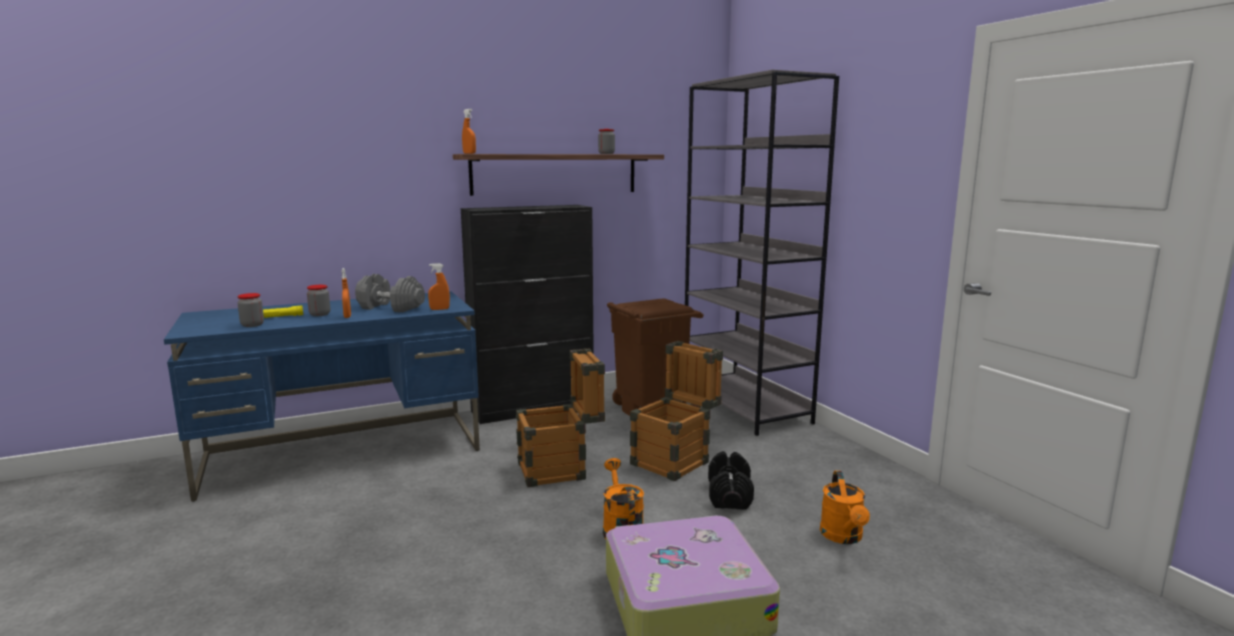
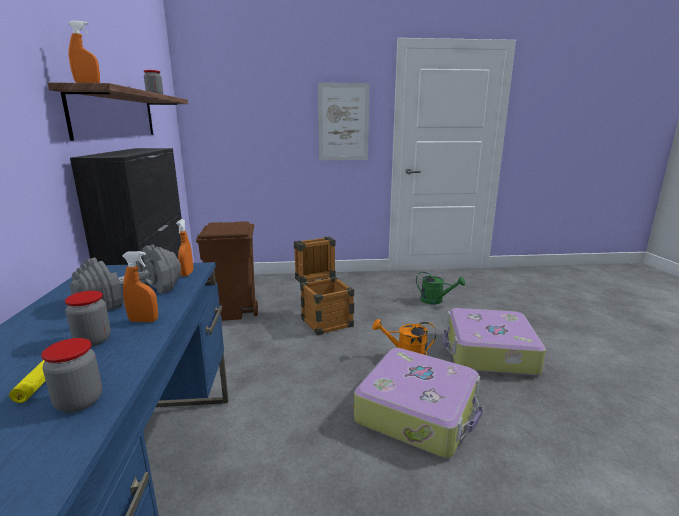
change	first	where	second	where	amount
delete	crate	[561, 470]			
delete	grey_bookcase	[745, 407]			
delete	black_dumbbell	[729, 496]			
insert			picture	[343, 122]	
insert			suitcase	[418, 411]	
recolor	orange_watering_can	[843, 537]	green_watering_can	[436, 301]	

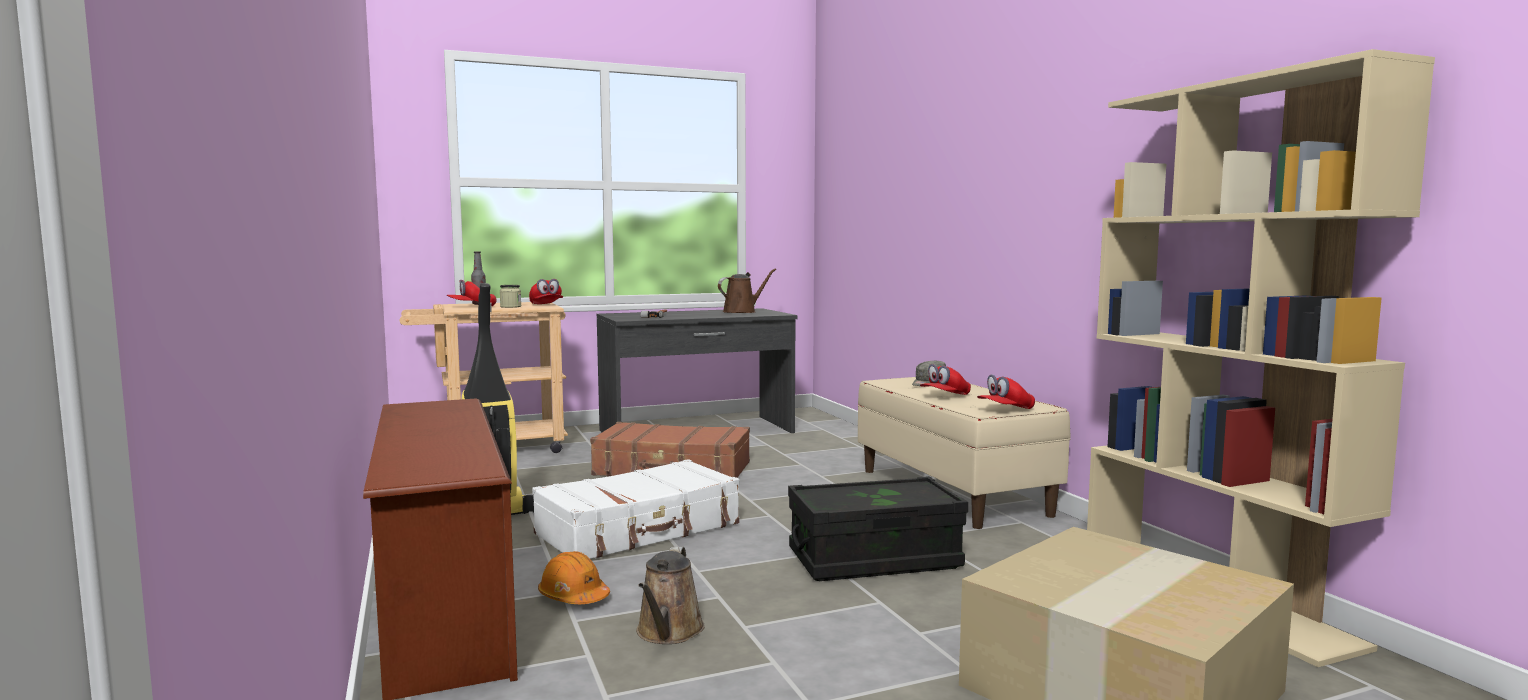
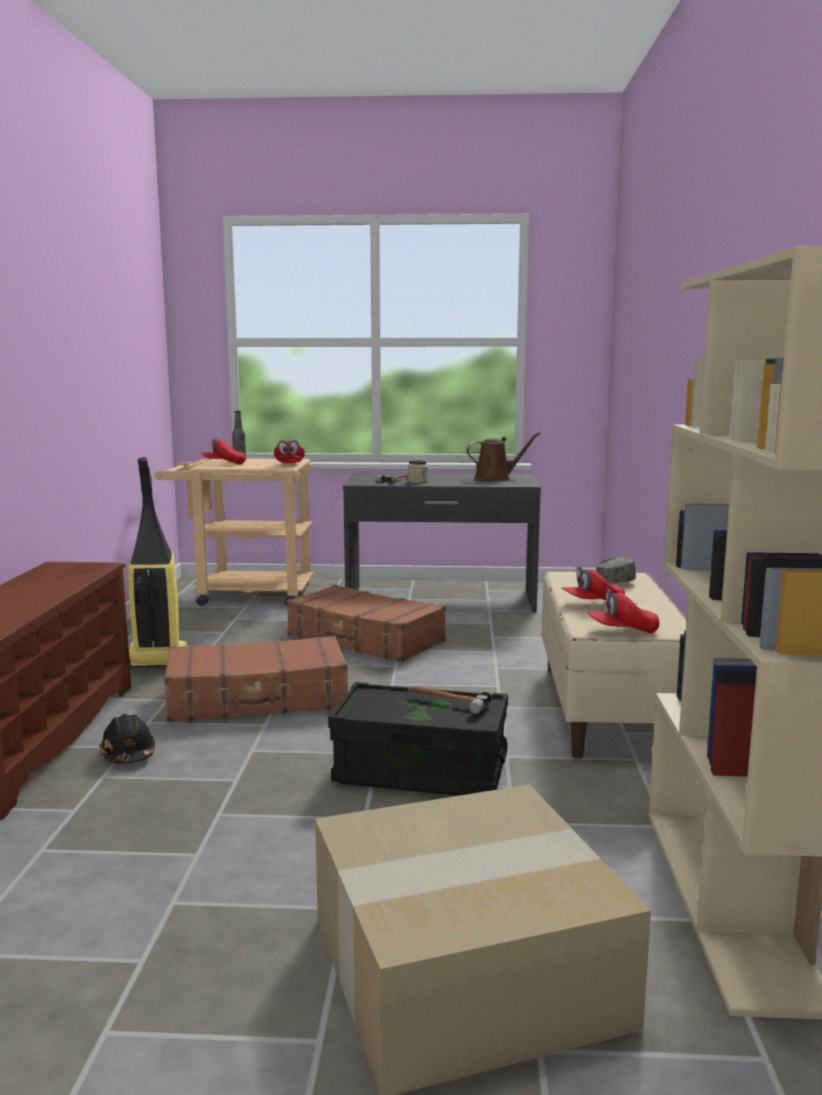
change	first	where	second	where	amount
delete	brown_watering_can	[668, 632]			
insert			hammer	[446, 701]	
move	jar	[510, 306]		[417, 481]	
recolor	white_suitcase	[639, 530]	brown_suitcase	[258, 699]	
recolor	orange_hard_hat	[573, 597]	black_hard_hat	[128, 754]	

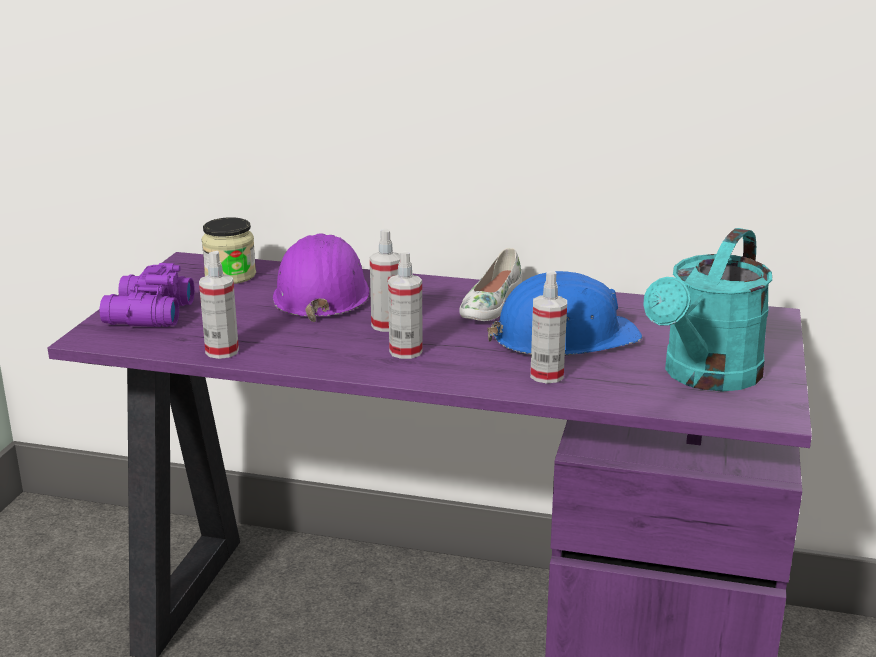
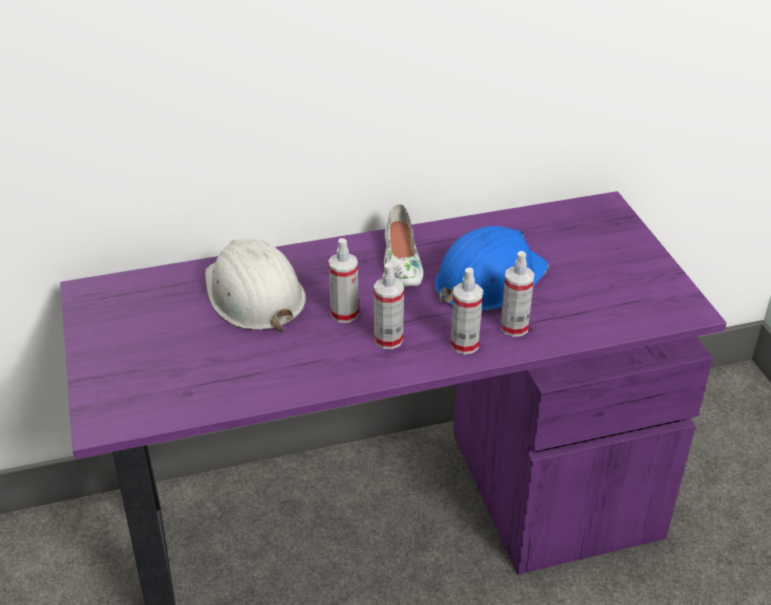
change	first	where	second	where	amount
delete	purple_binoculars	[147, 314]			
delete	jar	[230, 275]			
delete	turquoise_watering_can	[705, 377]			
move	spray_bottle	[222, 351]		[464, 344]	
recolor	purple_hard_hat	[321, 294]	white_hard_hat	[253, 295]	

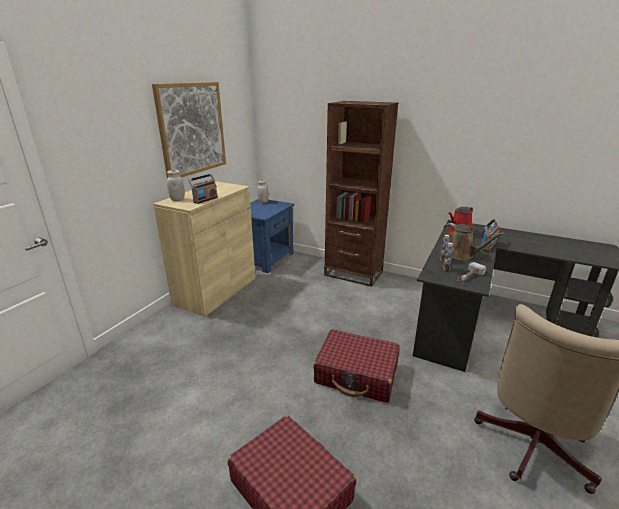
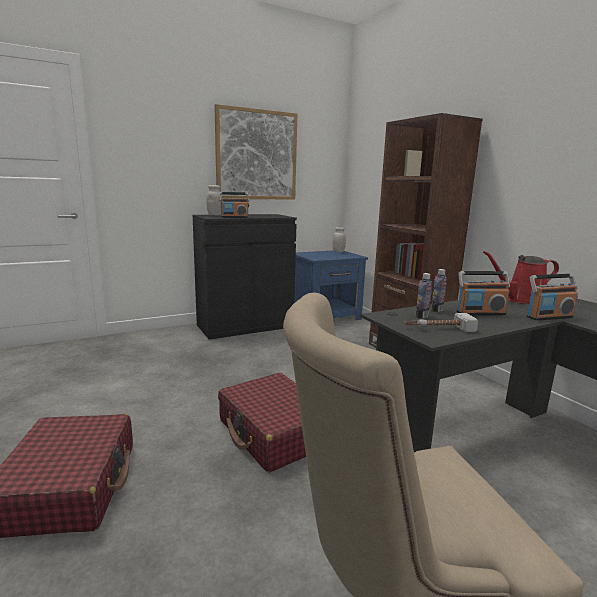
change	first	where	second	where	amount
replace	brown_watering_can	[462, 254]	radio	[480, 313]	
recolor	beige_cabinet	[216, 291]	black_cabinet	[245, 326]	

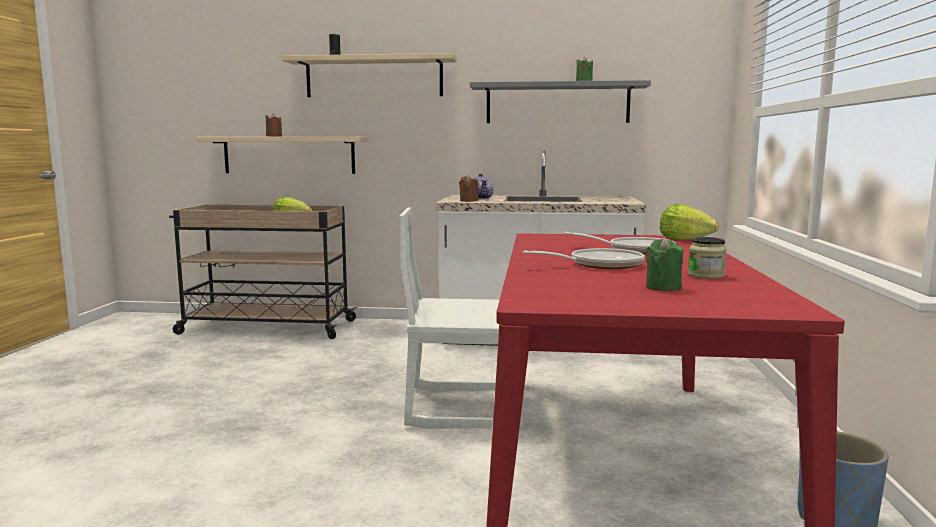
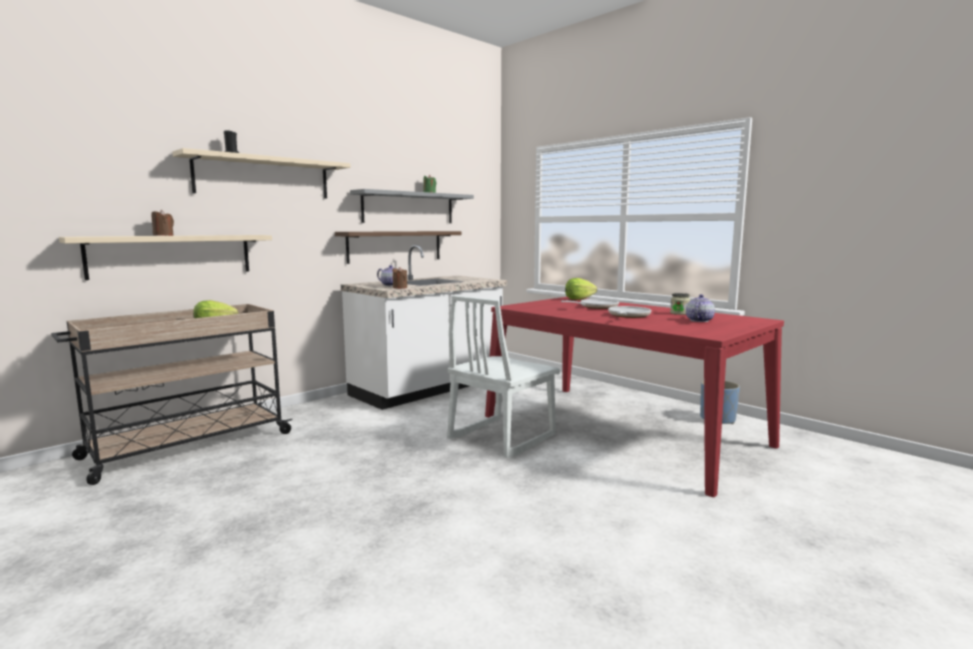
change	first	where	second	where	amount
insert			brown_shelf	[395, 246]	
replace	green_candle	[663, 287]	teapot	[699, 320]	

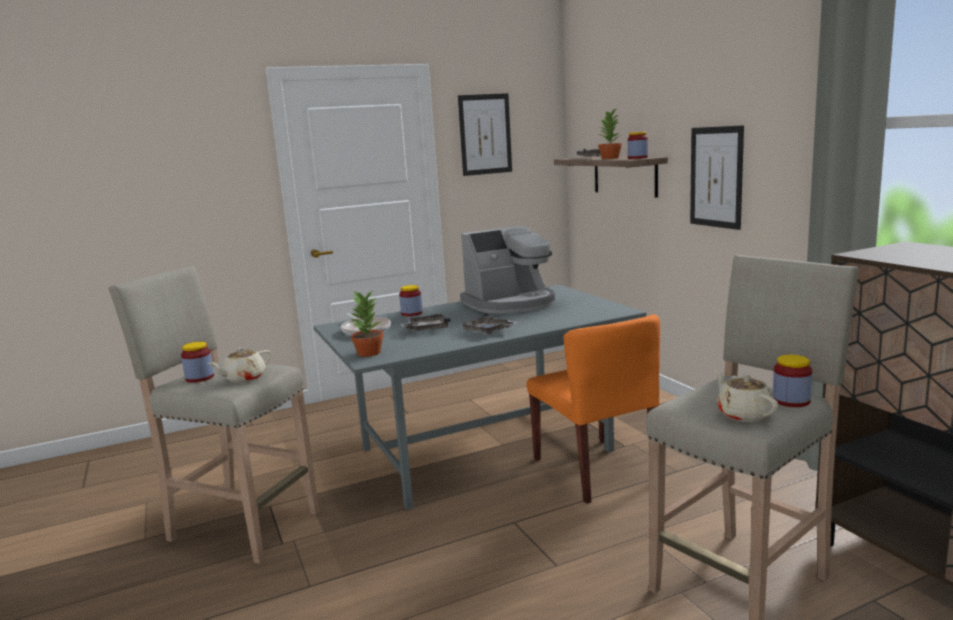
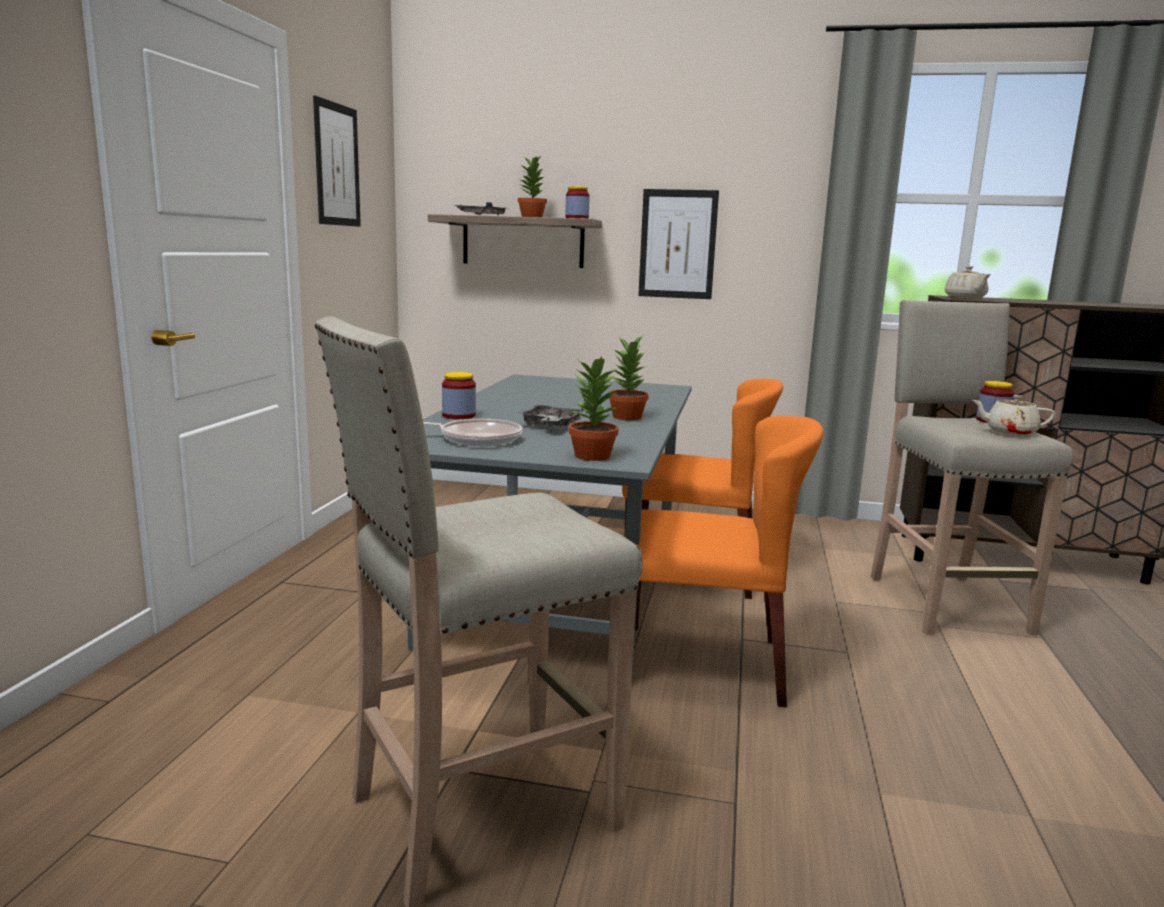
change	first	where	second	where	amount
delete	jar	[200, 378]			
delete	coffee_machine	[510, 303]			
insert			orange_chair	[703, 663]	
move	beige_teapot	[244, 378]		[965, 298]	
replace	grey_tray	[488, 331]	potted_plant	[627, 417]	

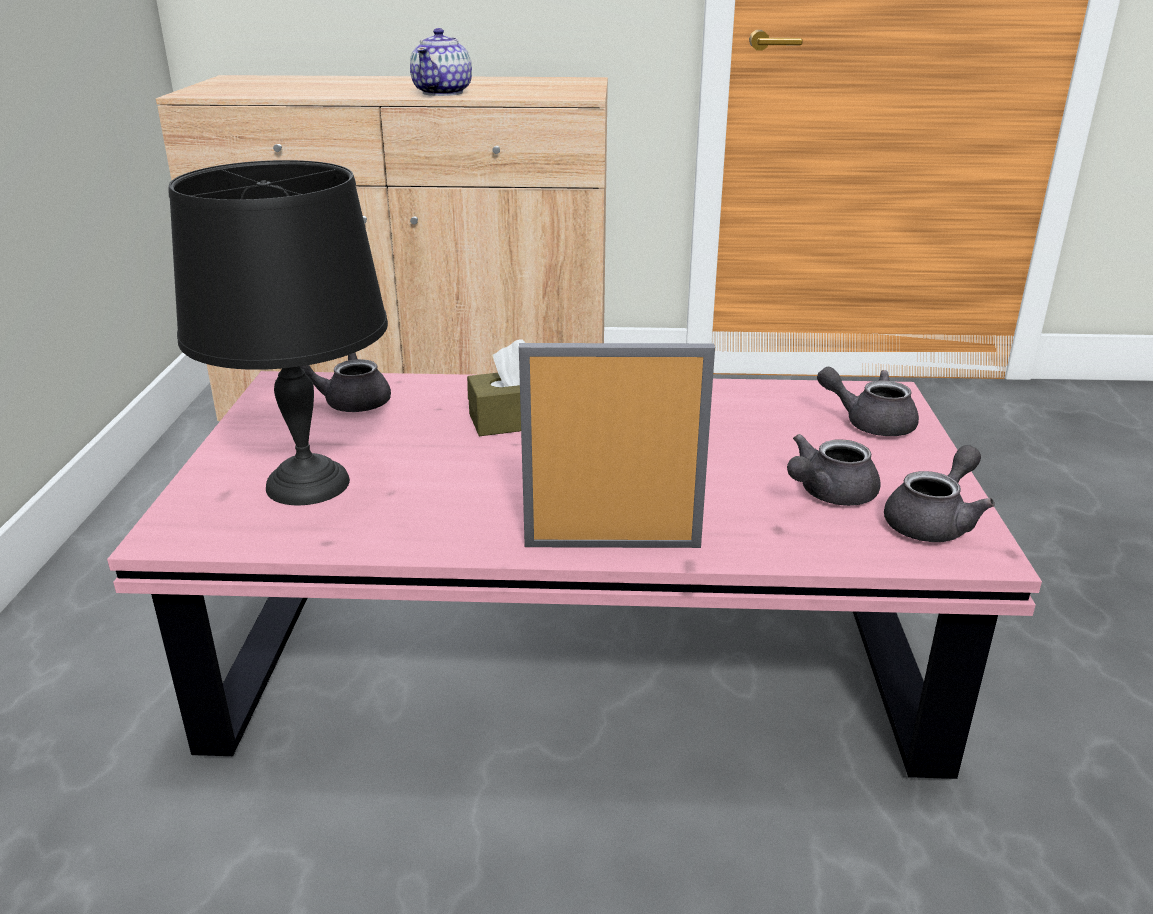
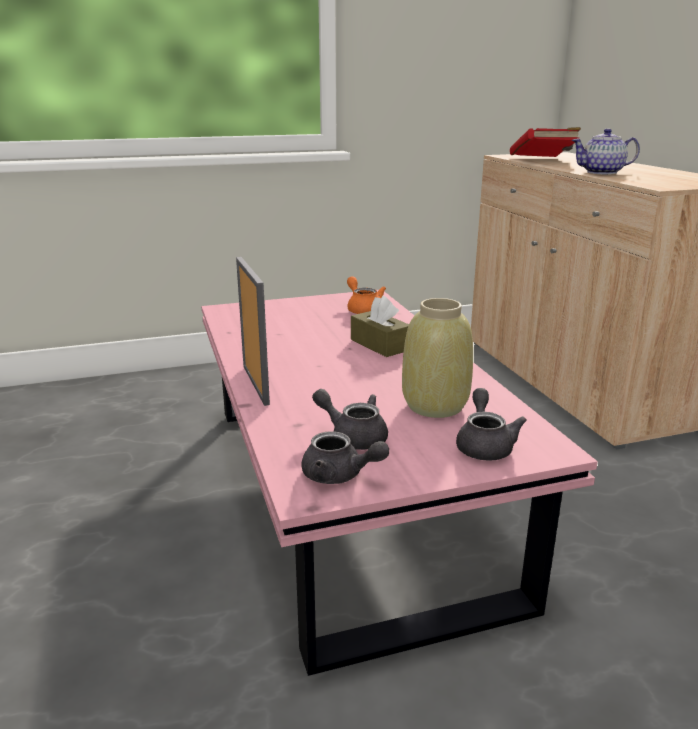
change	first	where	second	where	amount
delete	black_table_lamp	[310, 483]			
insert			beige_vase	[434, 405]	
insert			red_book	[543, 160]	
recolor	grey_teapot	[348, 402]	orange_teapot	[363, 309]	

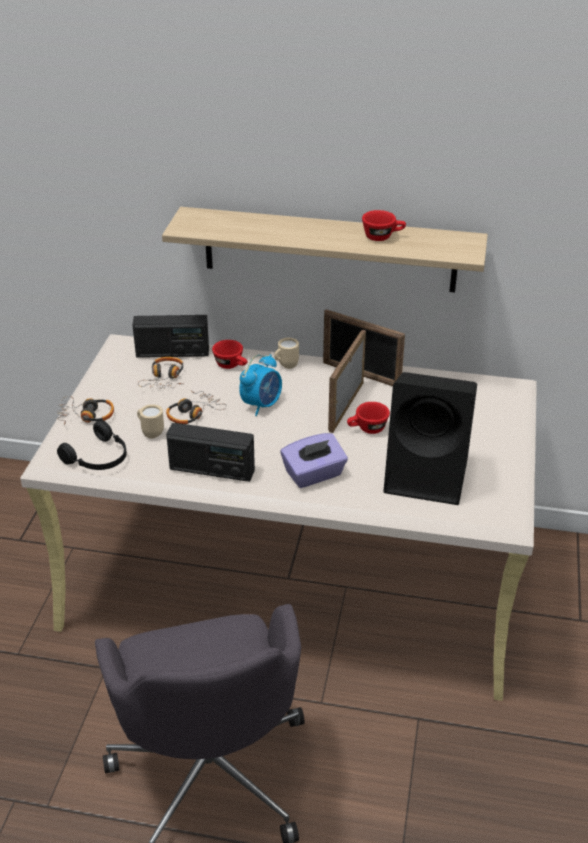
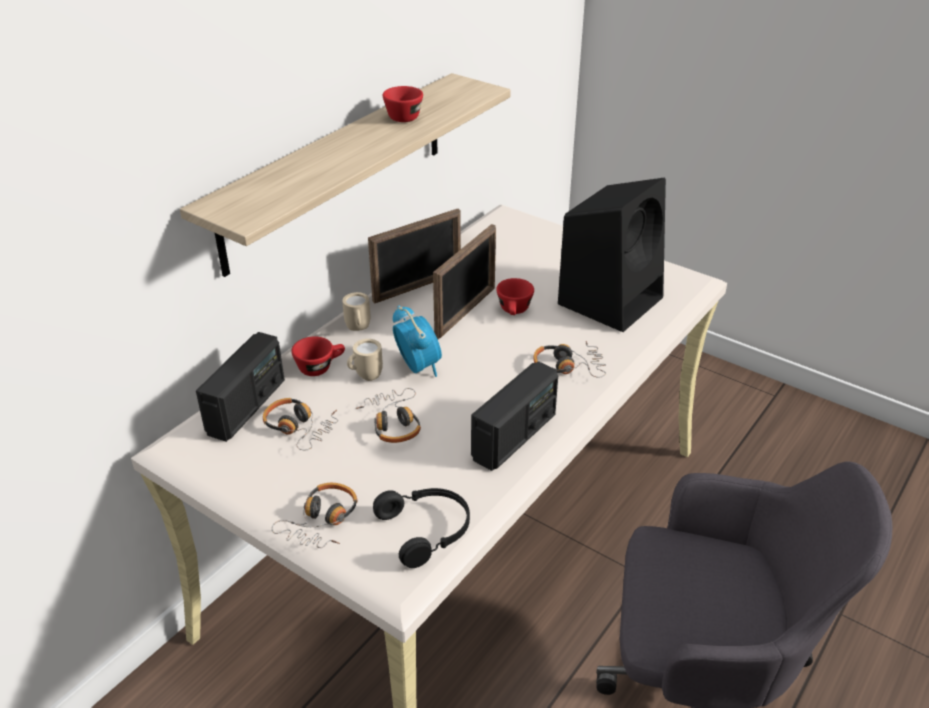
change	first	where	second	where	amount
move	beige_mug	[150, 433]		[365, 377]	
replace	purple_tissue_box	[314, 475]	headphones	[568, 366]	
rotate	picture_frame	[346, 406]		[466, 312]	105 degrees counterclockwise

